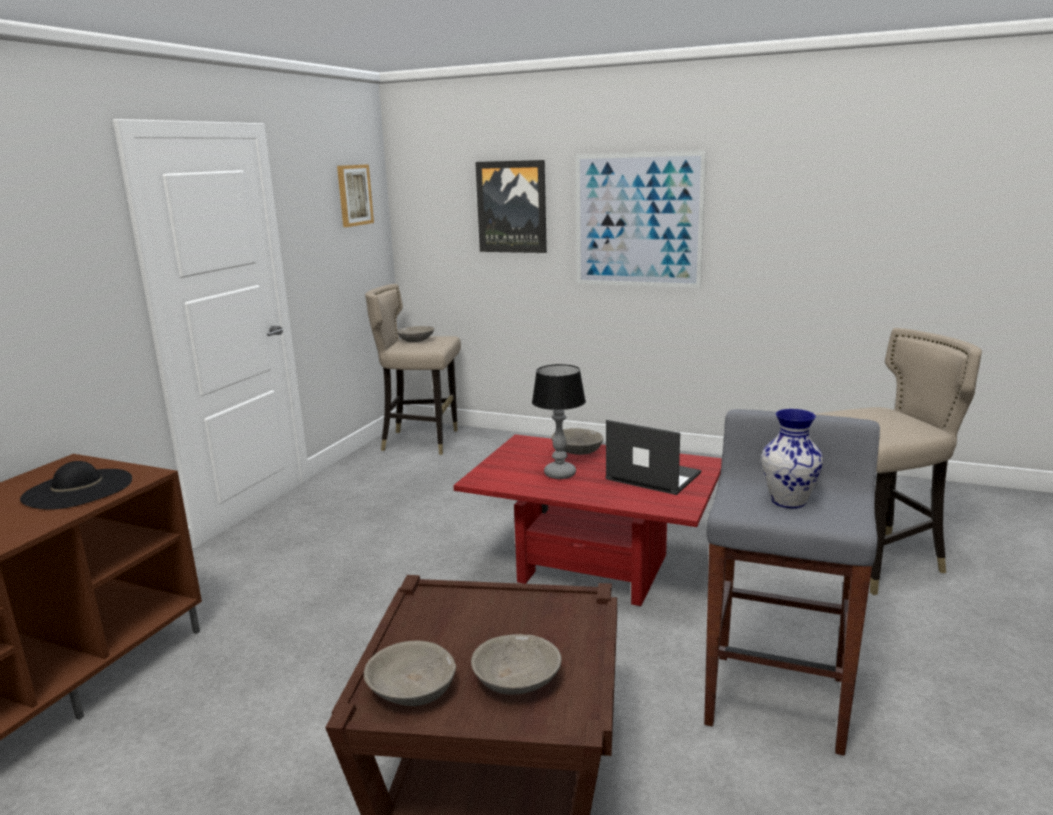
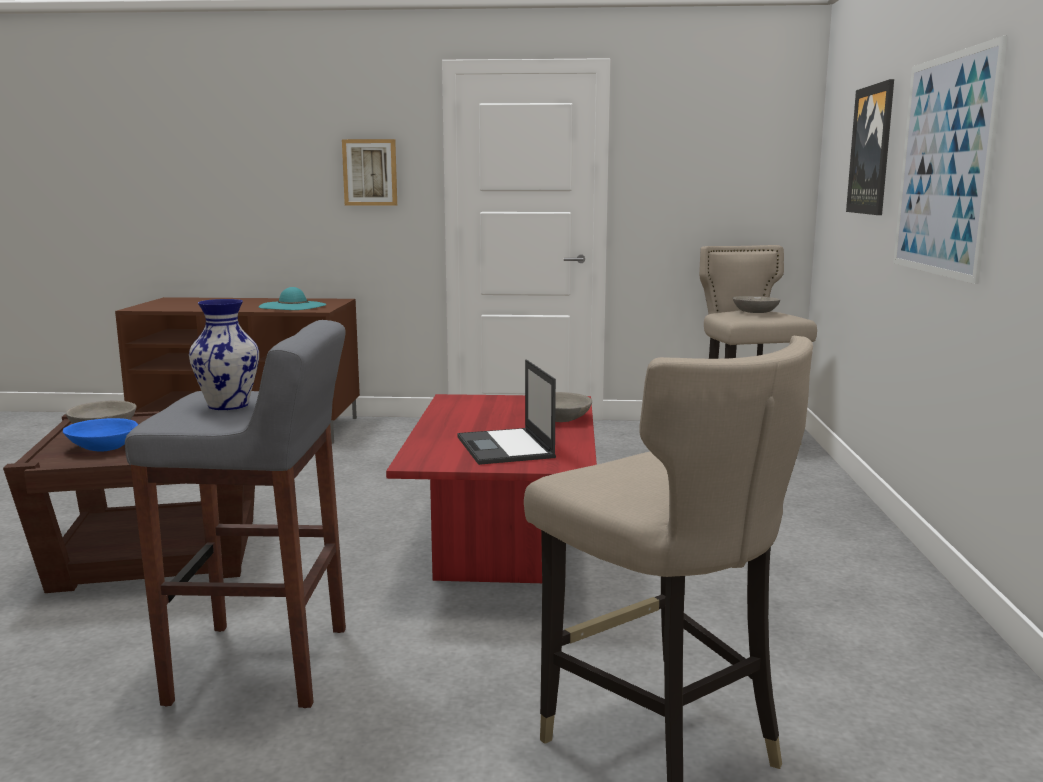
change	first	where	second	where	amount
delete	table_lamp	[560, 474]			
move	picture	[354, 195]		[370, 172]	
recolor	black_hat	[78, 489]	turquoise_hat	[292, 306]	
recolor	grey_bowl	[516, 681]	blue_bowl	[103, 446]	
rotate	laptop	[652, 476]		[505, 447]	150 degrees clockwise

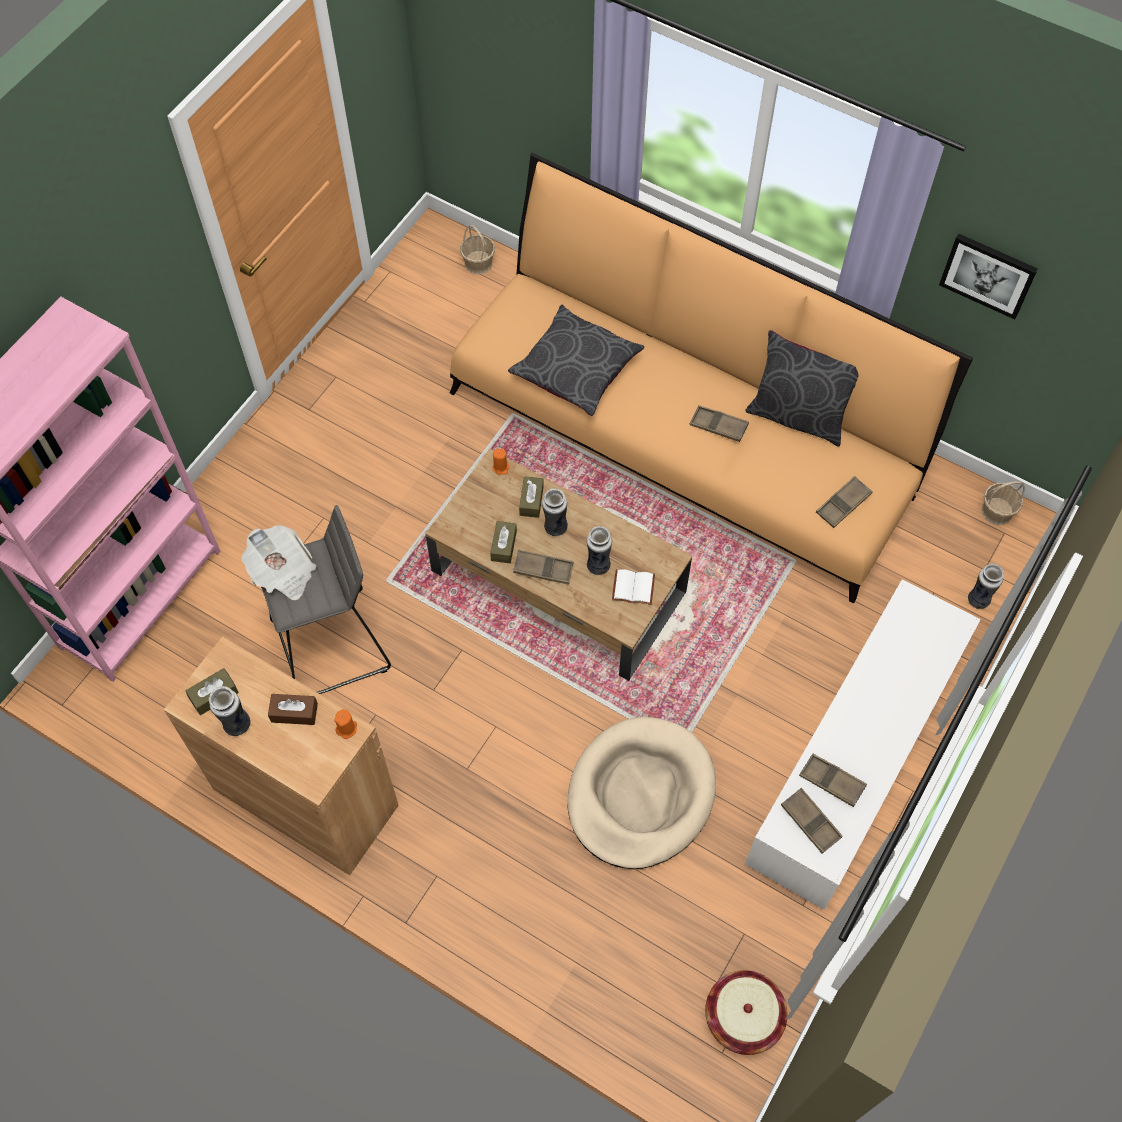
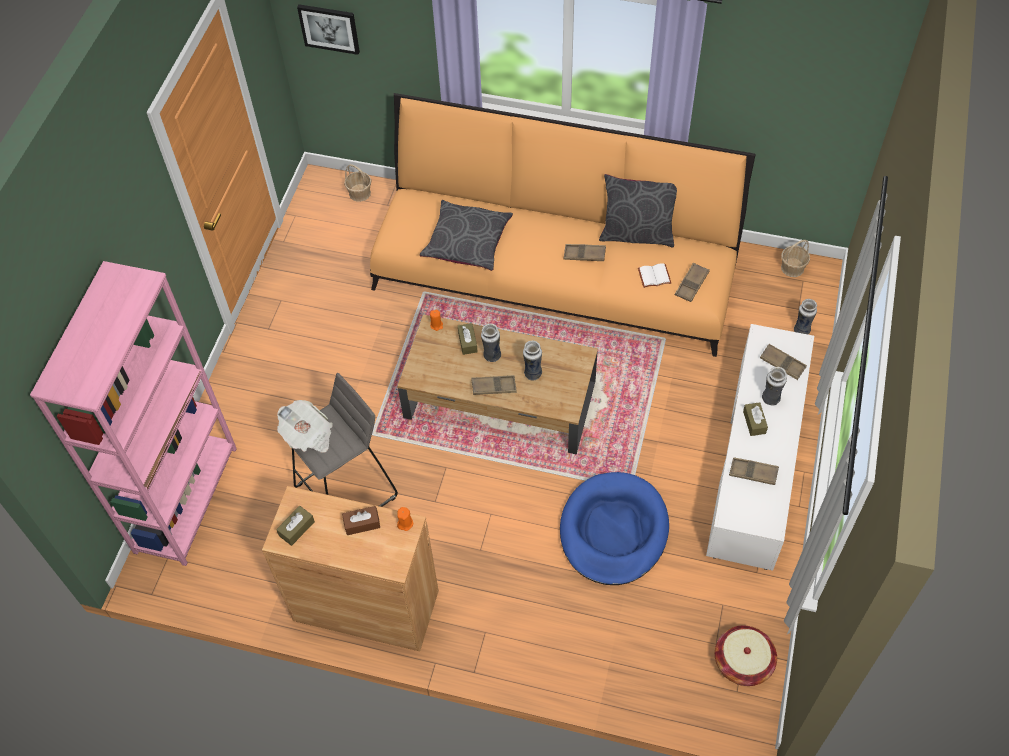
change	first	where	second	where	amount
move	vase	[236, 725]		[770, 399]	
move	brown_tissue_box	[503, 546]		[754, 422]	
move	white_book	[632, 588]		[654, 277]	
move	brown_tray	[810, 822]		[782, 364]	
move	picture	[988, 274]		[329, 28]	
recolor	beige_dog_bed	[640, 794]	blue_dog_bed	[613, 531]	

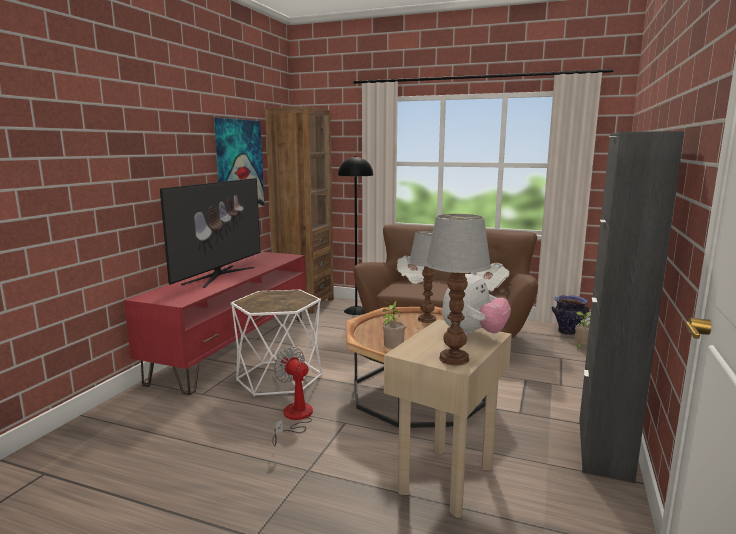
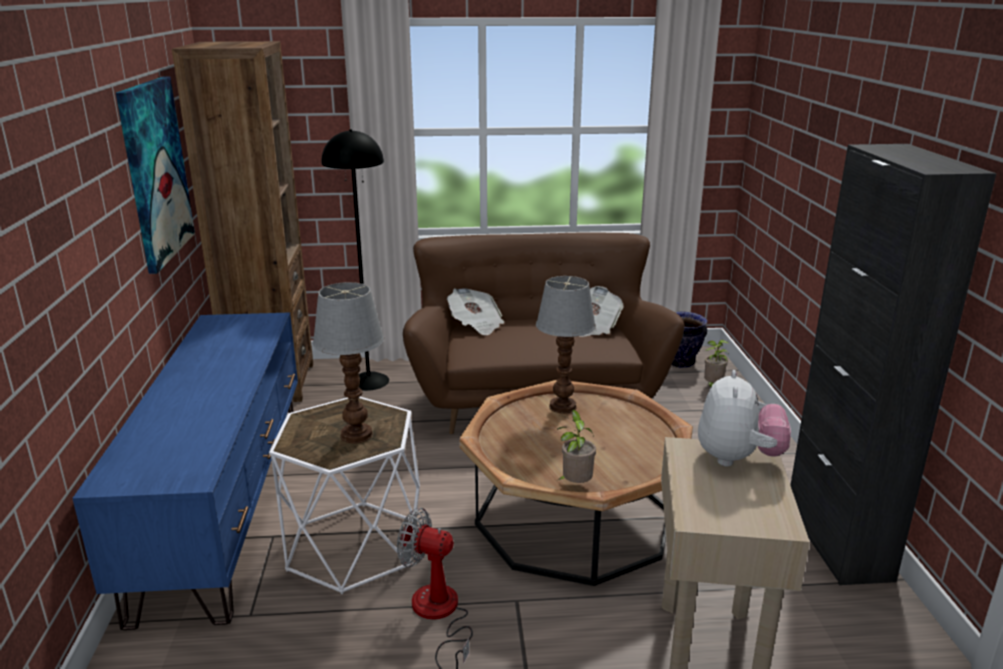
change	first	where	second	where	amount
delete	television	[219, 275]			
move	table_lamp	[453, 359]		[355, 435]	
recolor	red_tv_stand	[235, 347]	blue_tv_stand	[225, 503]	

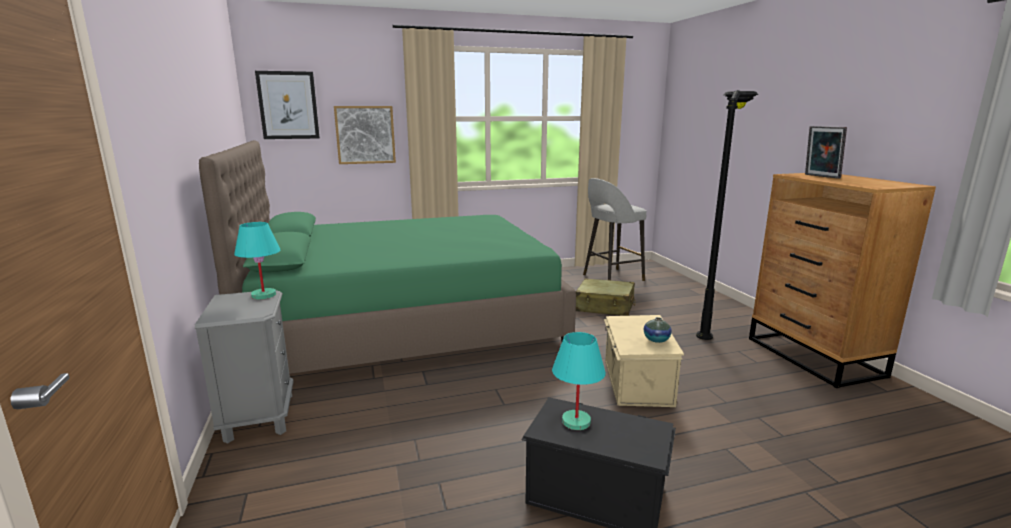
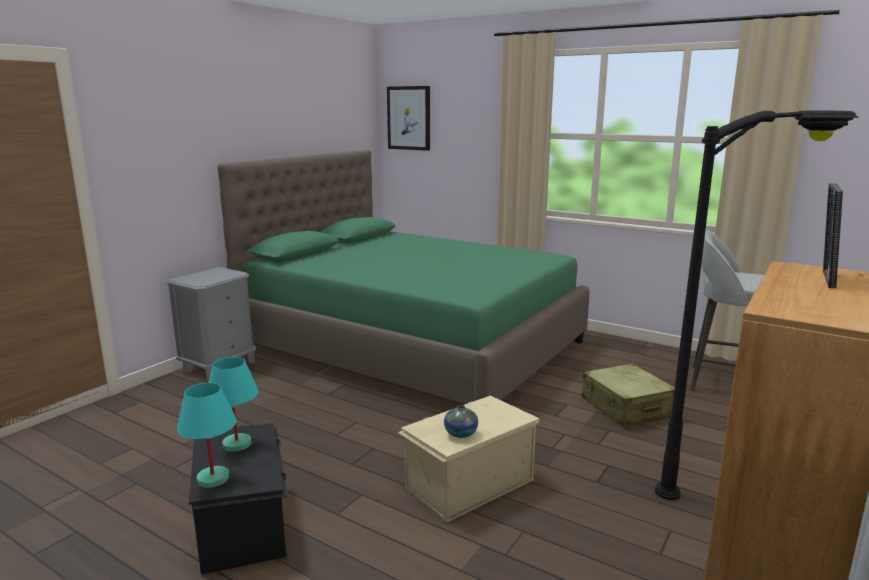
change	first	where	second	where	amount
delete	picture	[365, 135]			
move	turquoise_table_lamp	[264, 295]		[214, 478]	

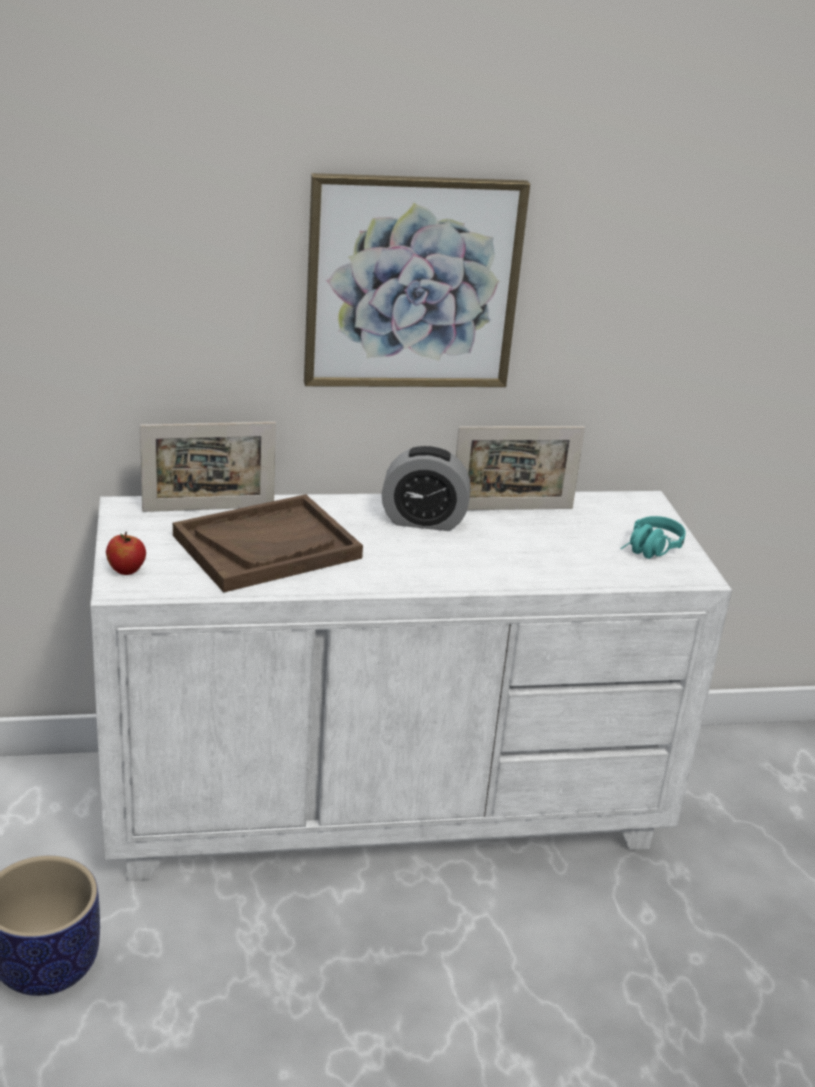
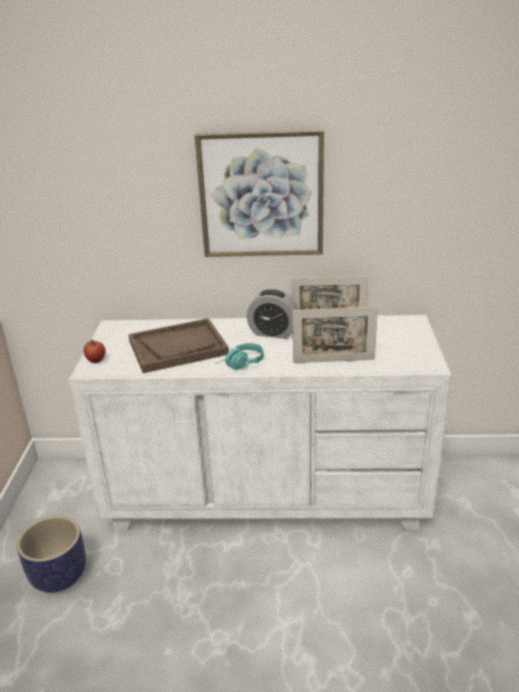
change	first	where	second	where	amount
move	picture_frame	[208, 509]		[333, 361]	
move	turquoise_headphones	[649, 551]		[240, 364]	

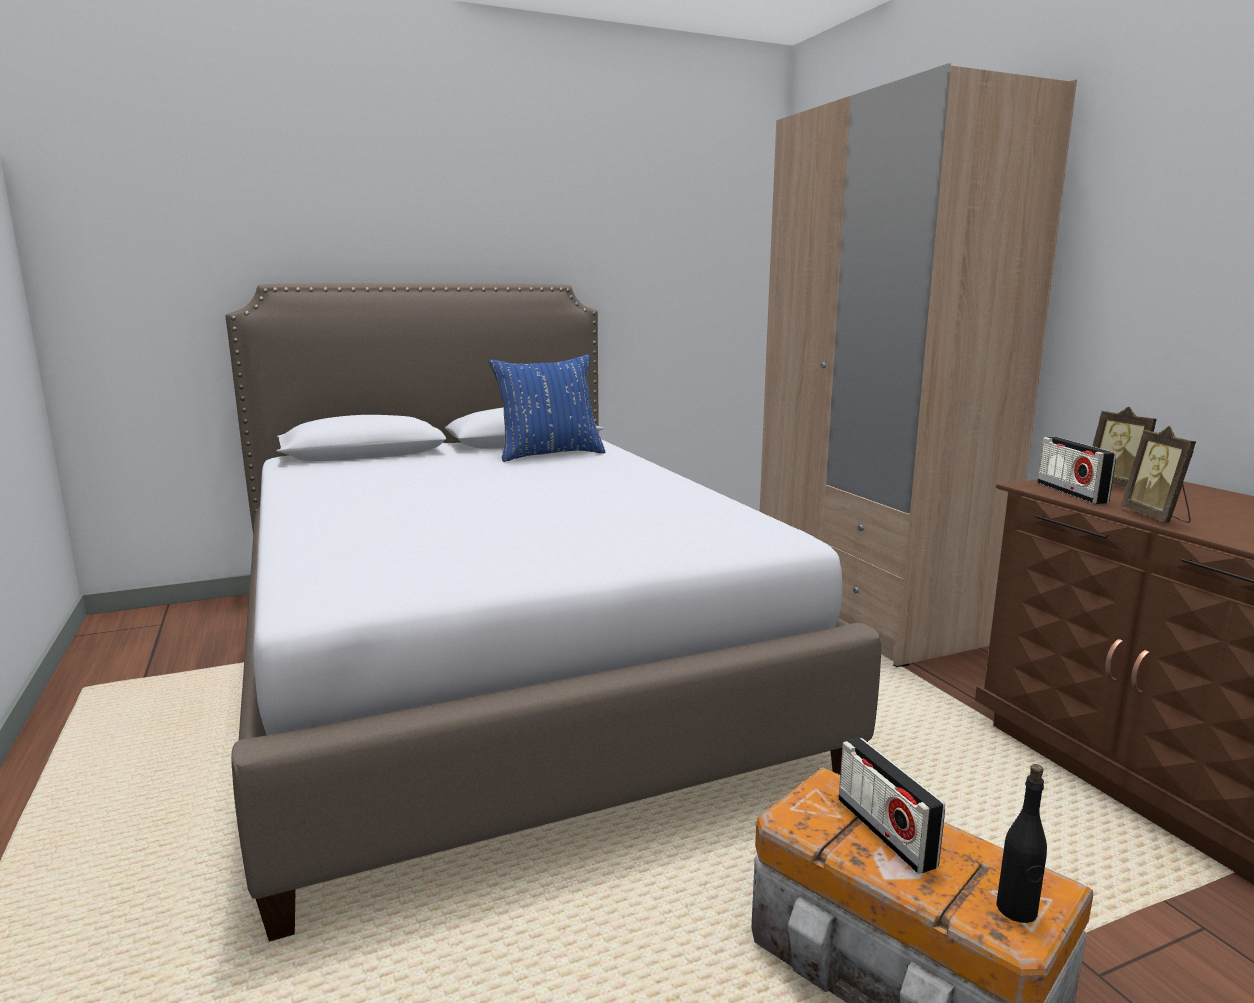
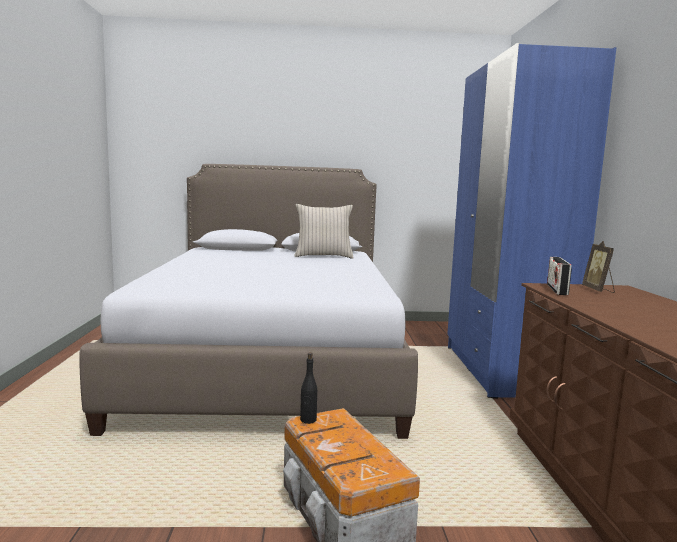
change	first	where	second	where	amount
delete	radio	[885, 832]			
delete	picture_frame	[1156, 517]			
move	black_bottle	[1017, 910]		[308, 420]	
recolor	blue_pillow	[549, 455]	beige_pillow	[323, 256]	
recolor	beige_wardrobe	[869, 611]	blue_wardrobe	[502, 370]	

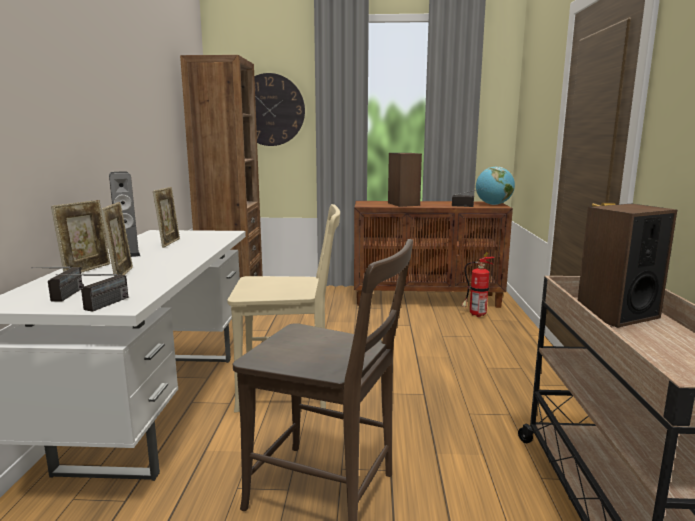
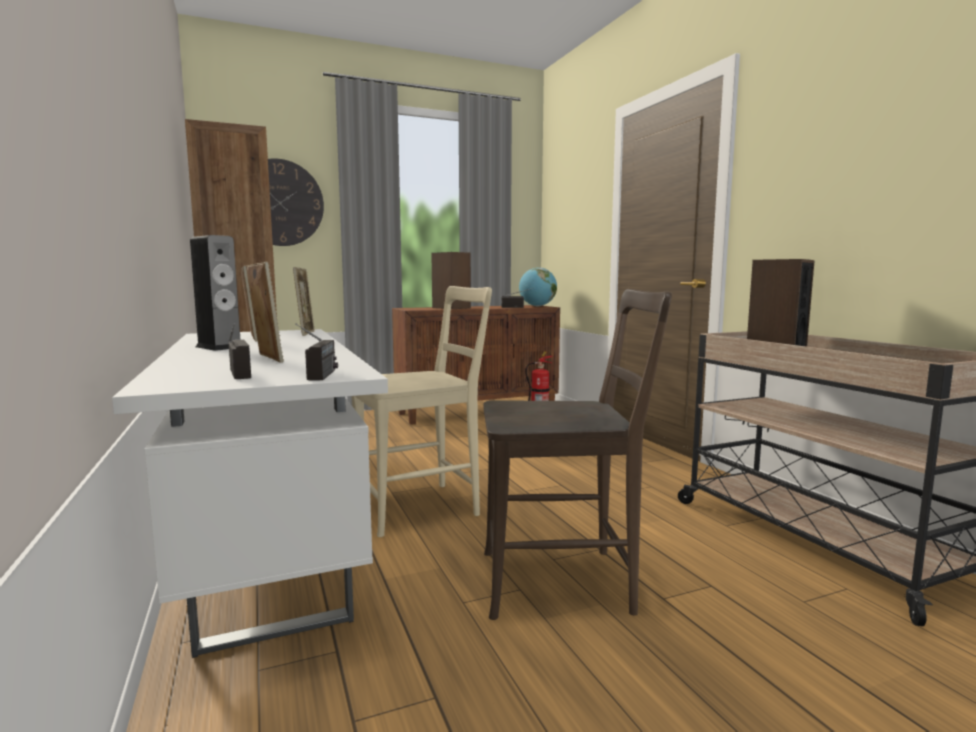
change	first	where	second	where	amount
move	picture_frame	[87, 270]		[306, 333]	

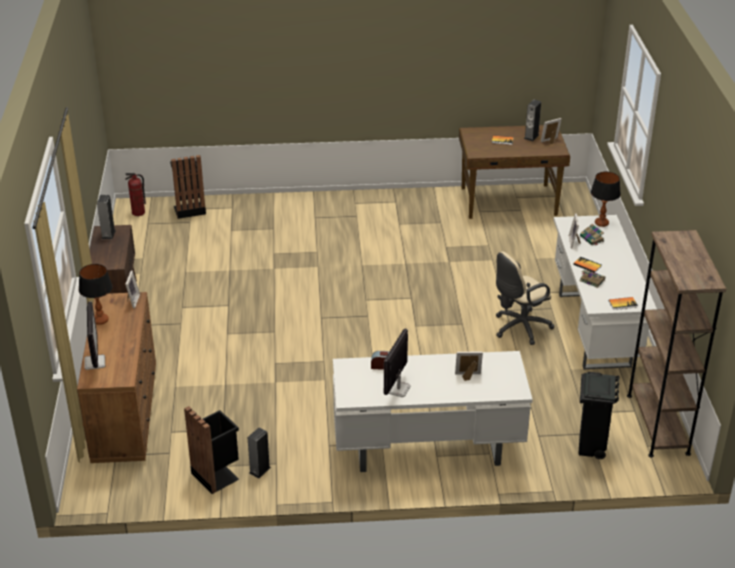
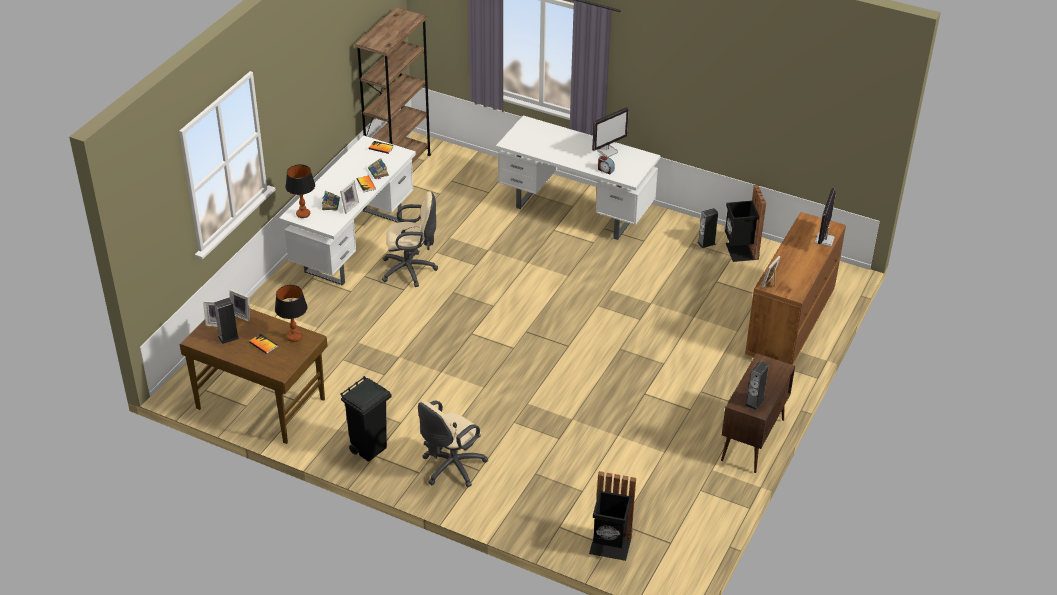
change	first	where	second	where	amount
delete	fire_extinguisher	[138, 213]			
insert			beige_office_chair	[450, 468]	
move	table_lamp	[100, 320]		[294, 337]	
move	picture_frame	[468, 376]		[242, 315]	
move	black_trash_can	[591, 448]		[369, 449]	

